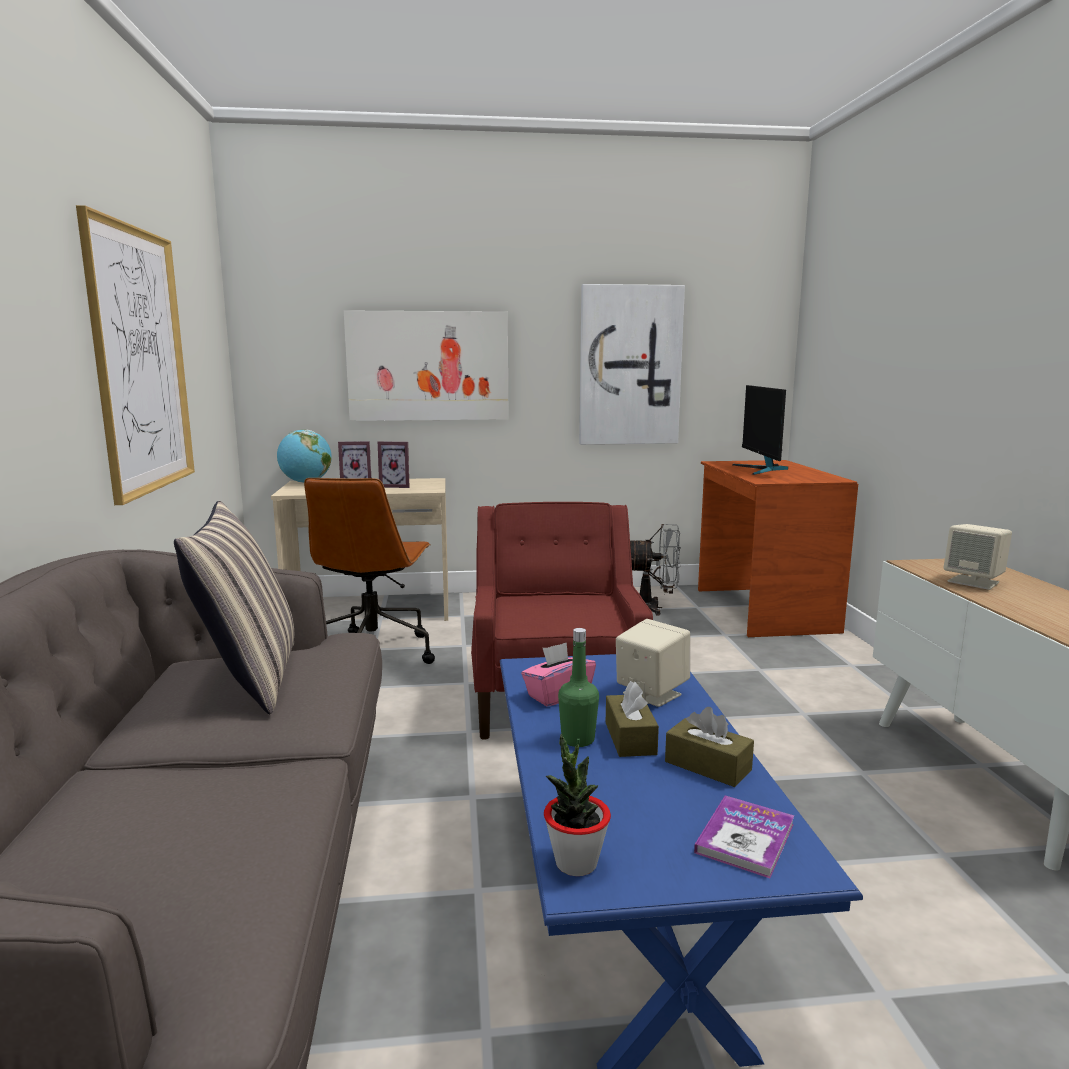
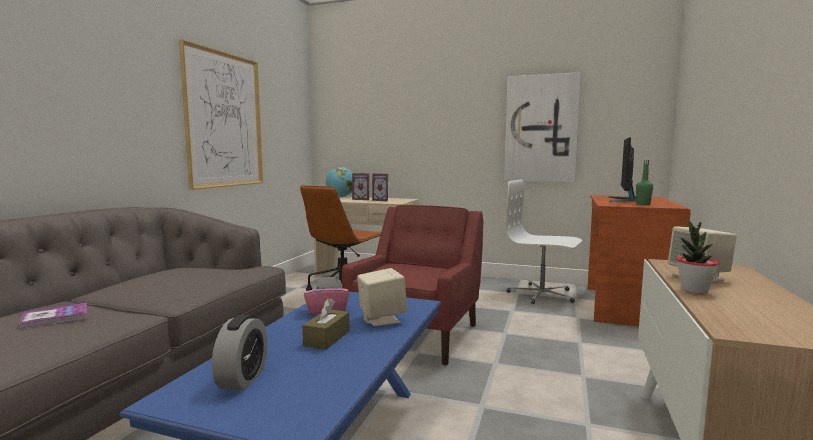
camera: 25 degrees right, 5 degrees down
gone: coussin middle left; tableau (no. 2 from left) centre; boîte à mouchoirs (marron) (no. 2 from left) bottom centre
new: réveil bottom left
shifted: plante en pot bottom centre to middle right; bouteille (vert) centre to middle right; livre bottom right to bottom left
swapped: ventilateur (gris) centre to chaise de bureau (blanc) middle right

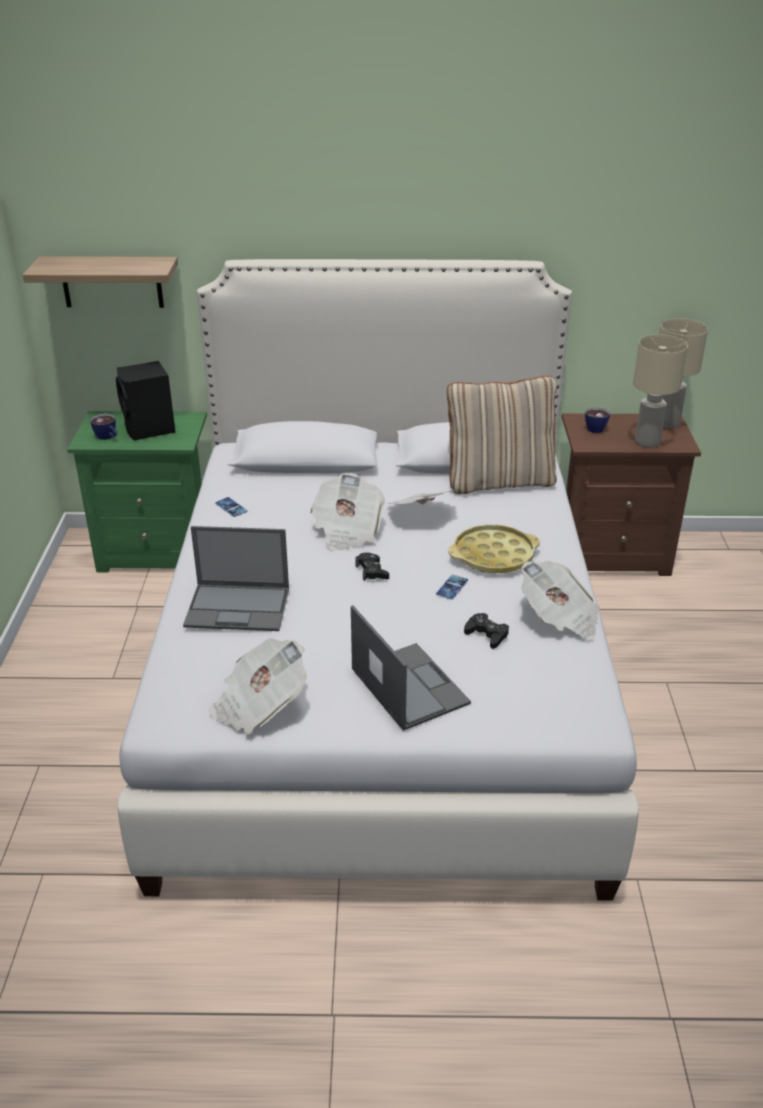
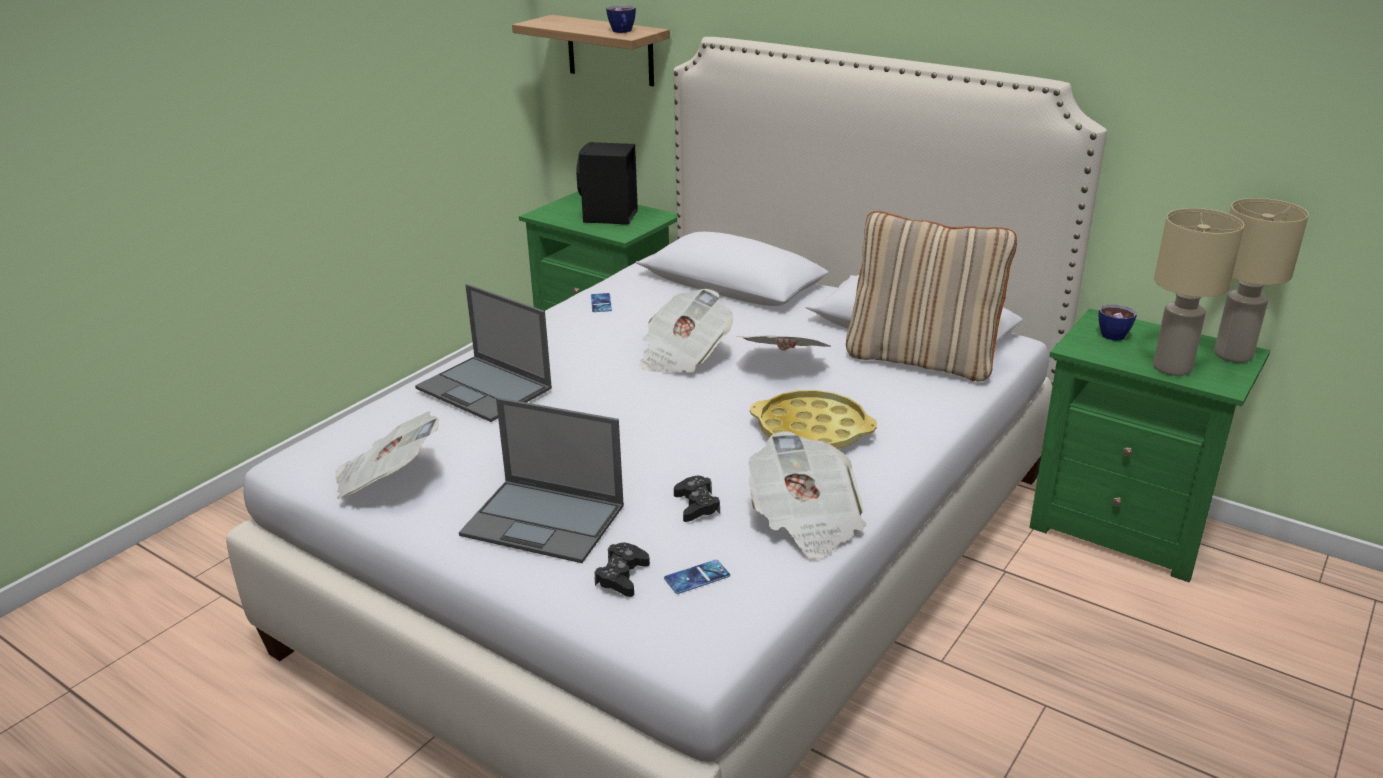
camera: 35 degrees right, 5 degrees down
shifted: tasse (no. 1 from left) middle left to top centre; manette (noir) (no. 1 from left) centre to bottom centre; téléphone (no. 2 from left) centre to bottom centre
repainted: table de chevet (marron) middle right to table de chevet (vert) (no. 2 from left) middle right
rotated: ordinateur portable (no. 2 from left) centre = centre 105 degrees clockwise

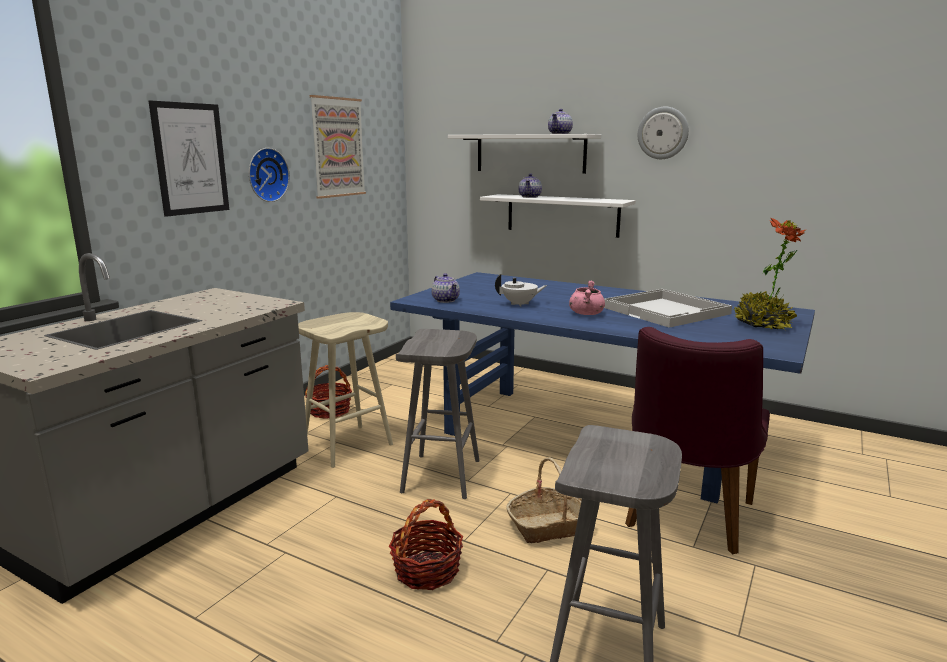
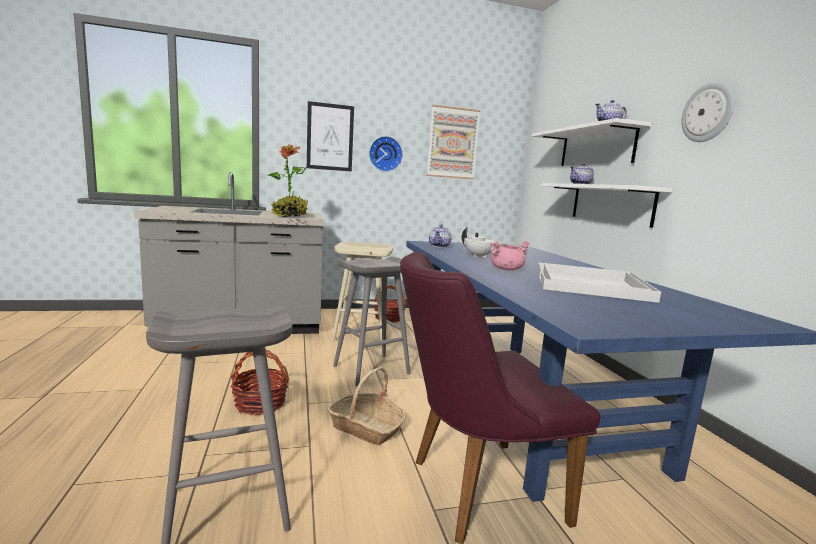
camera: 45 degrees right, 5 degrees down
shifted: plante en pot middle right to top centre

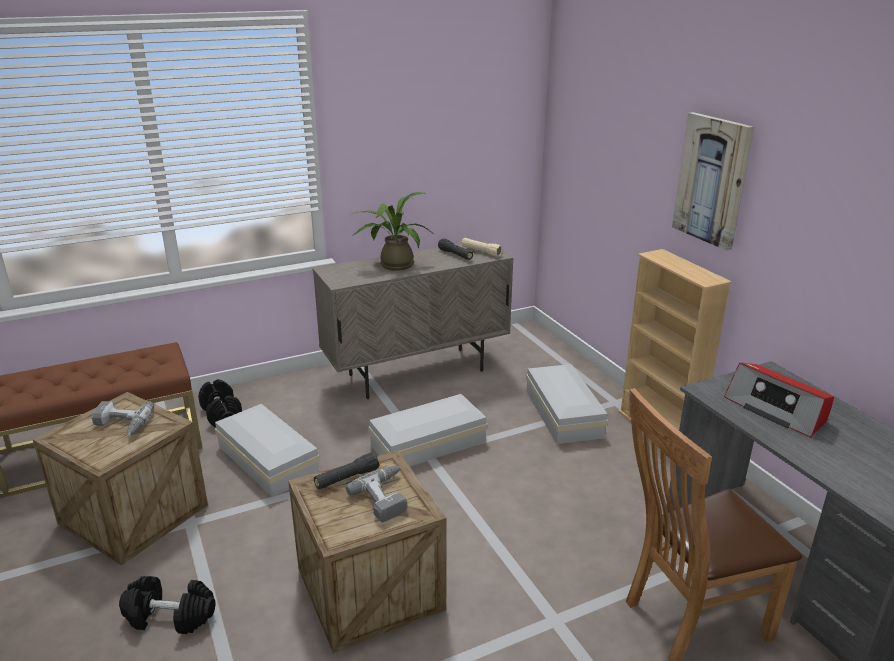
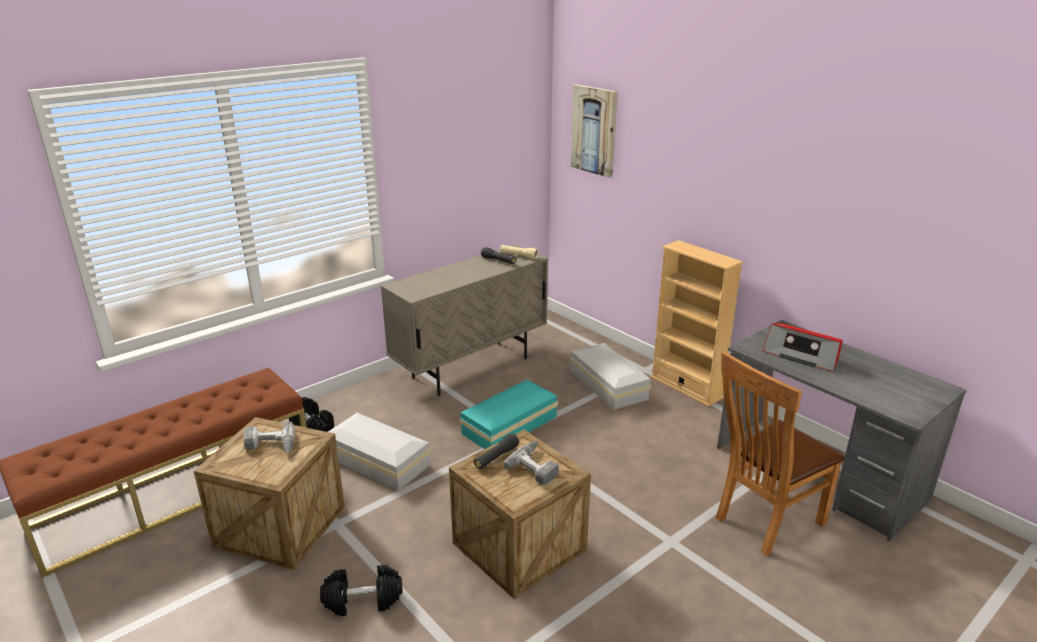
camera: 15 degrees left, 0 degrees up
gone: plante en pot centre
shifted: tableau top right to top centre
repainted: boîte de rangement (blanc) (no. 2 from left) centre to boîte de rangement (turquoise) centre

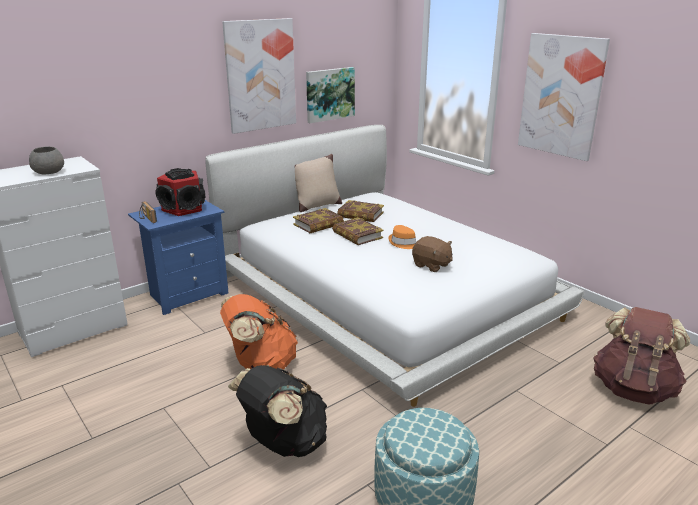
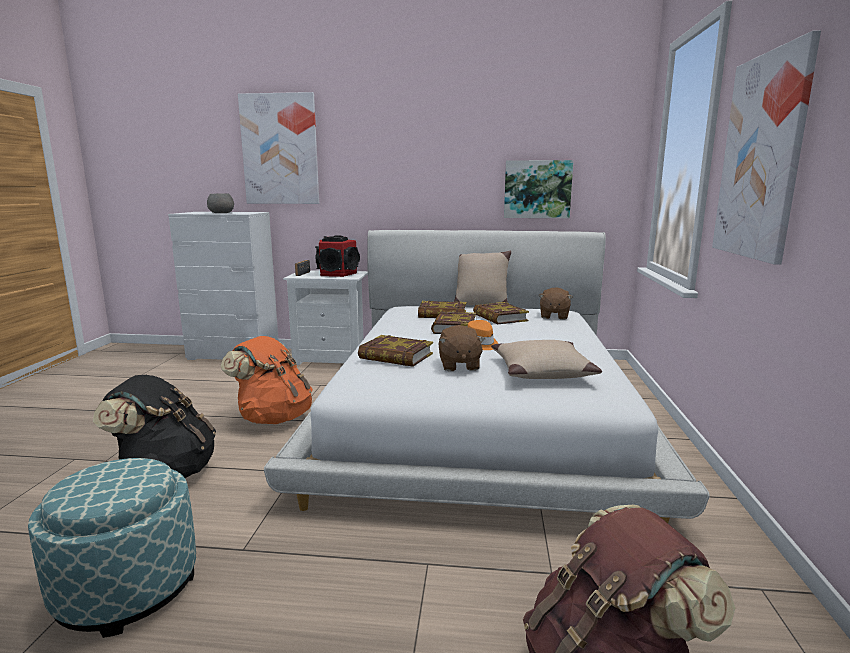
camera: 45 degrees right, 10 degrees down
new: livre (no. 1 from left) centre; coussin (beige) (no. 2 from left) centre; peluche (marron) (no. 2 from left) centre
shifted: tableau (no. 1 from left) top centre to top left
repainted: table de chevet (bleu) middle left to table de chevet (blanc) centre

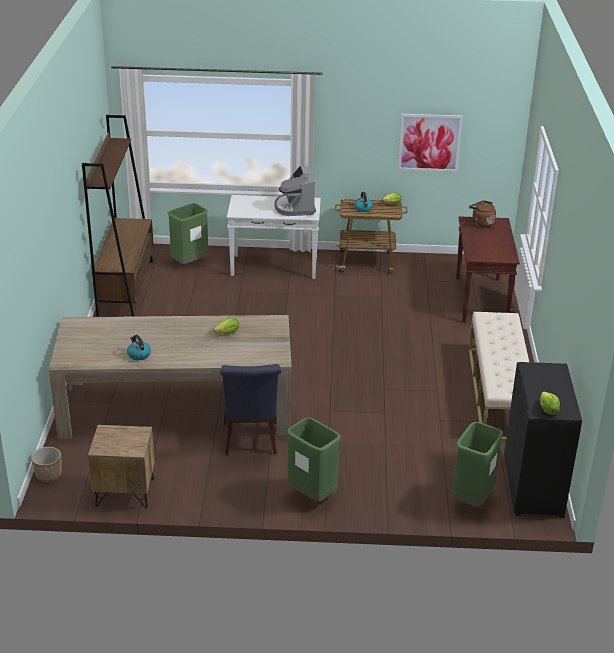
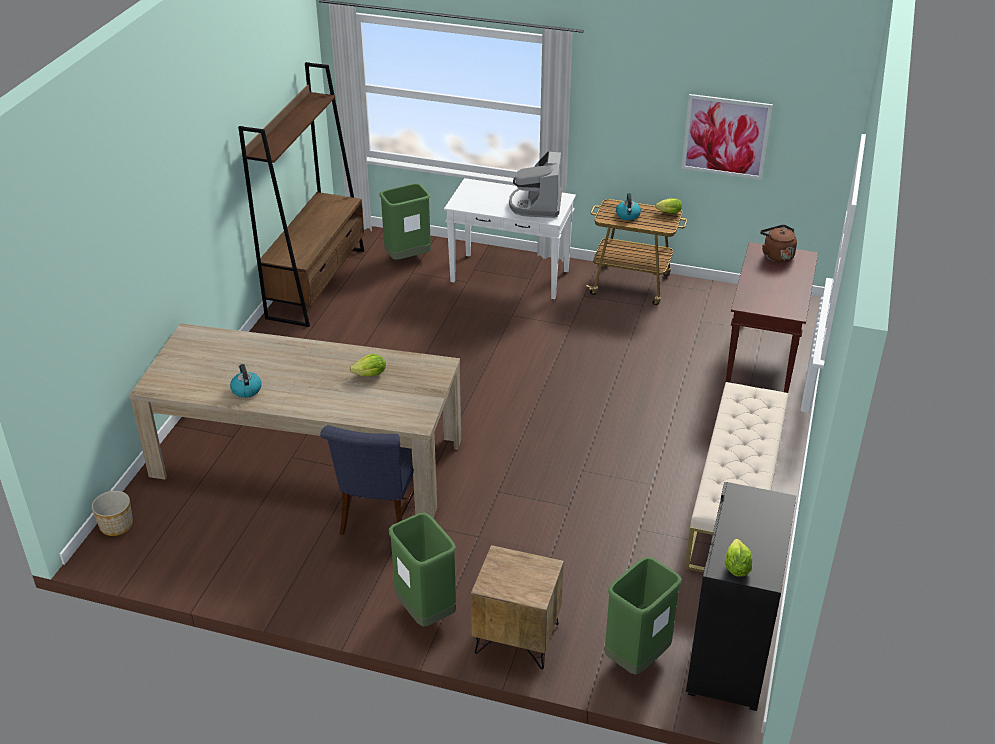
camera: 15 degrees right, 5 degrees up
shifted: table de chevet (marron) bottom left to bottom centre

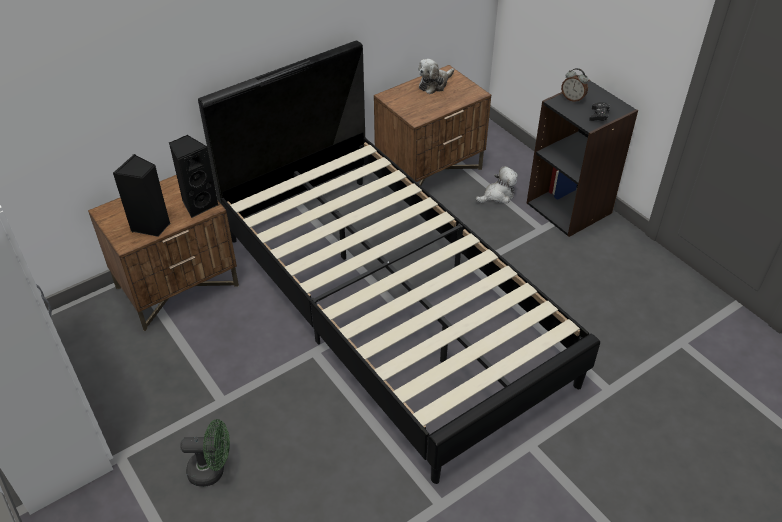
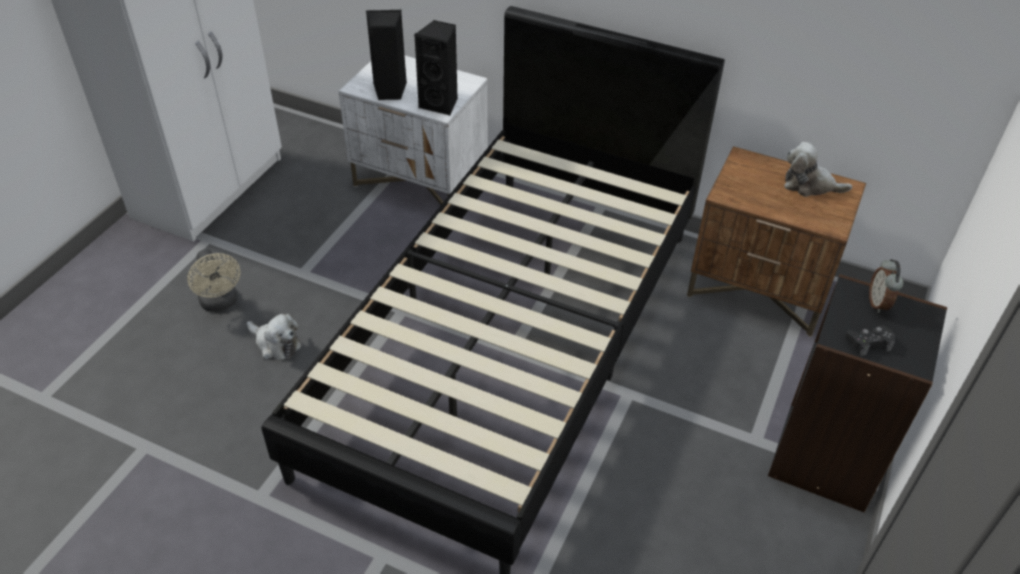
camera: 60 degrees right, 0 degrees up
shifted: peluche (no. 2 from left in the first image) centre to peluche (no. 1 from left) middle left
repainted: table de chevet (marron) (no. 1 from left) middle left to table de chevet (blanc) top centre; ventilateur (vert) bottom left to ventilateur (beige) middle left

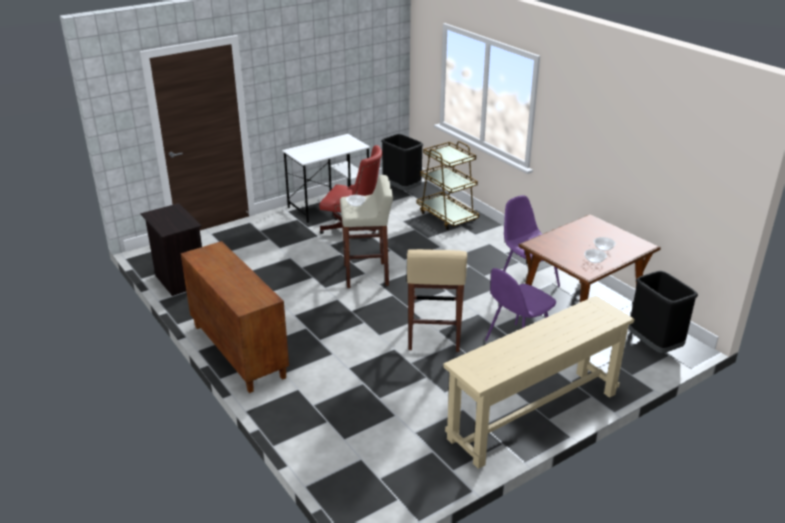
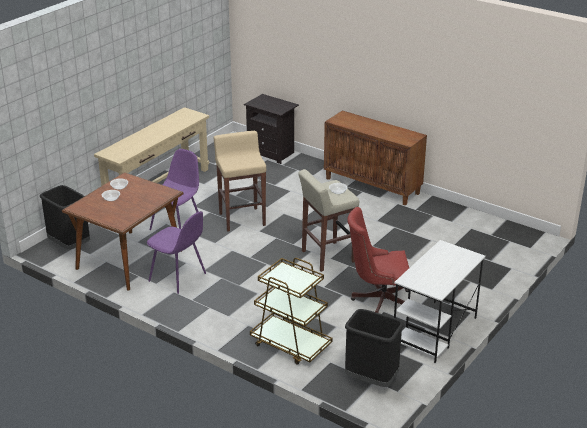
camera: 160 degrees right, 0 degrees up
shifted: table de chevet (noir) middle left to top centre

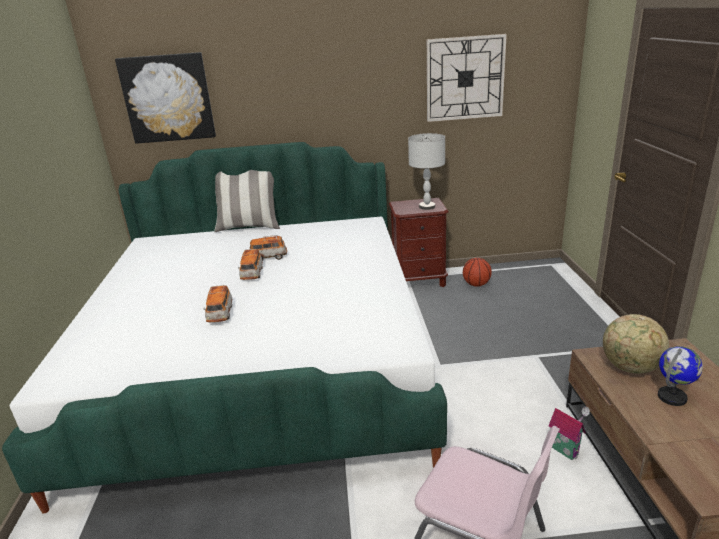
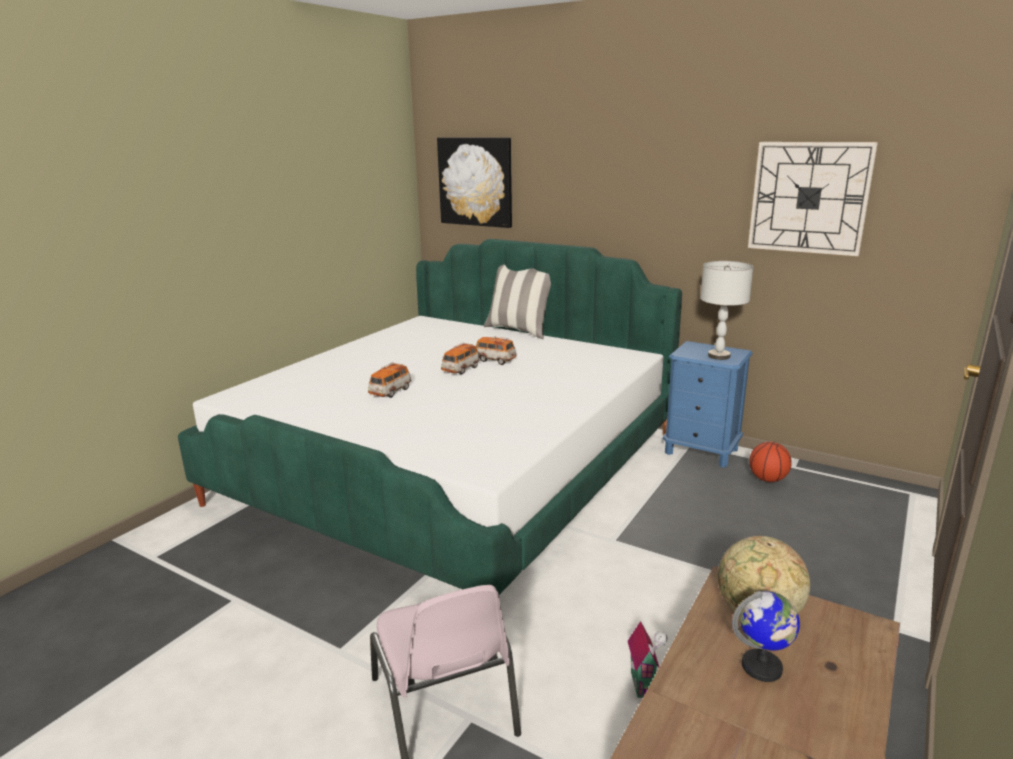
camera: 35 degrees right, 5 degrees down
repainted: table de chevet (marron) centre to table de chevet (bleu) middle right

